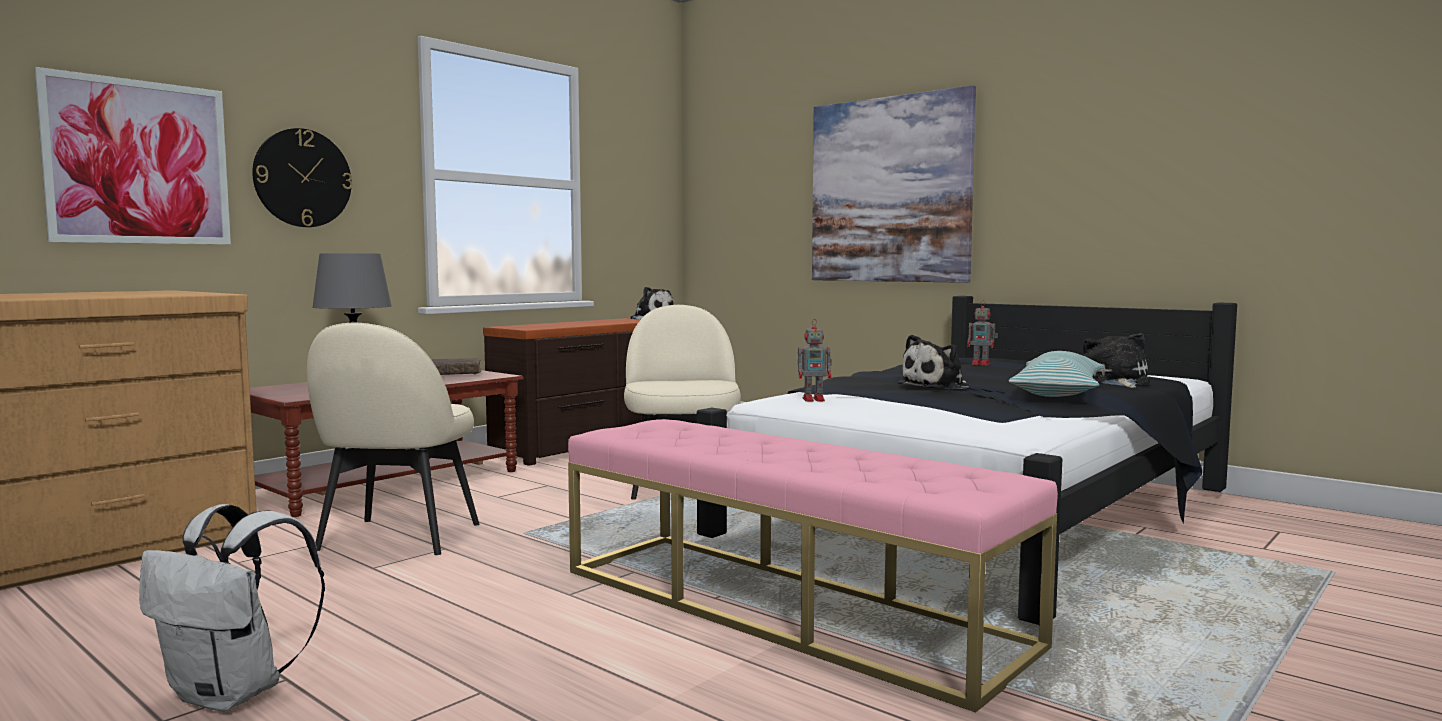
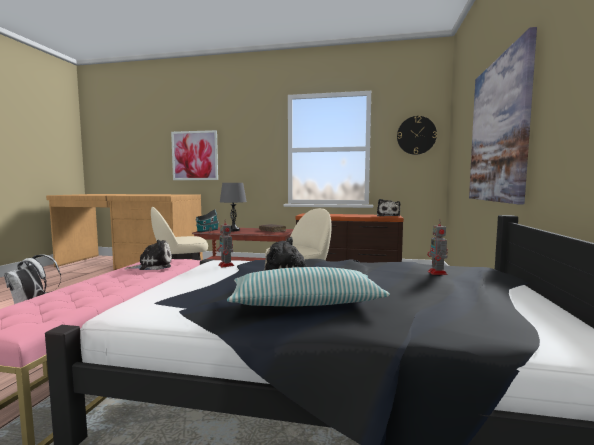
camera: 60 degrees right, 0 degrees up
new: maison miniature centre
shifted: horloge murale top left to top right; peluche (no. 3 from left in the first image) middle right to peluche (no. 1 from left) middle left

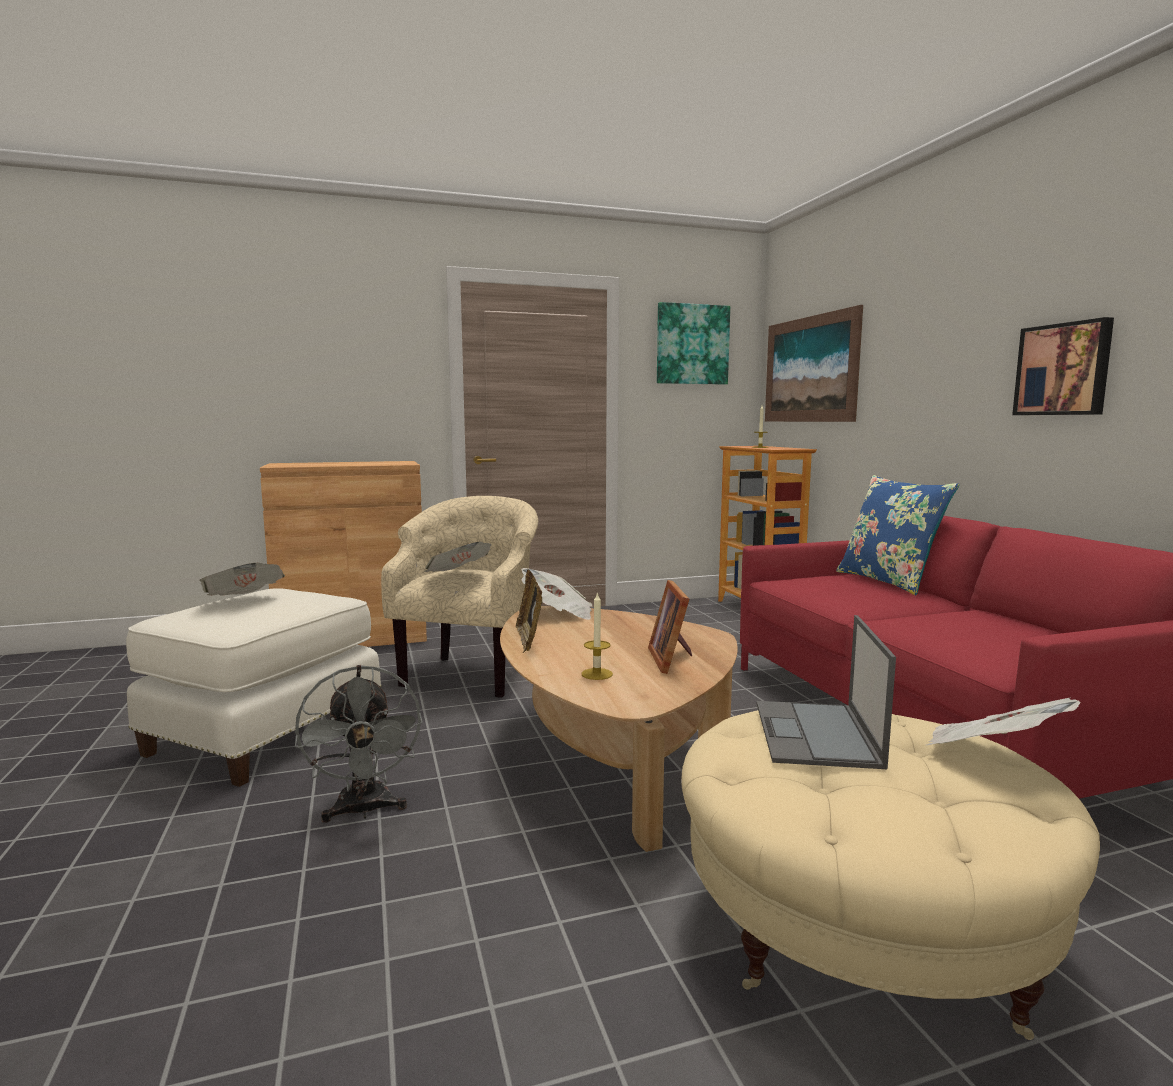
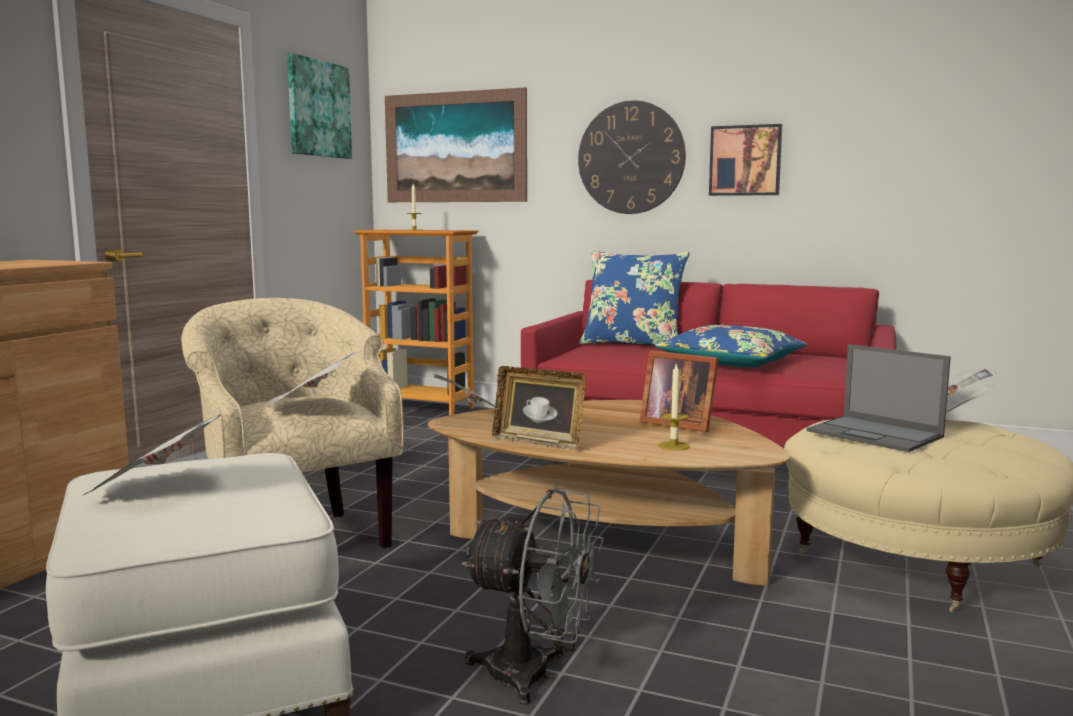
camera: 50 degrees left, 0 degrees up
new: horloge murale top centre; coussin (bleu) (no. 2 from left) middle right

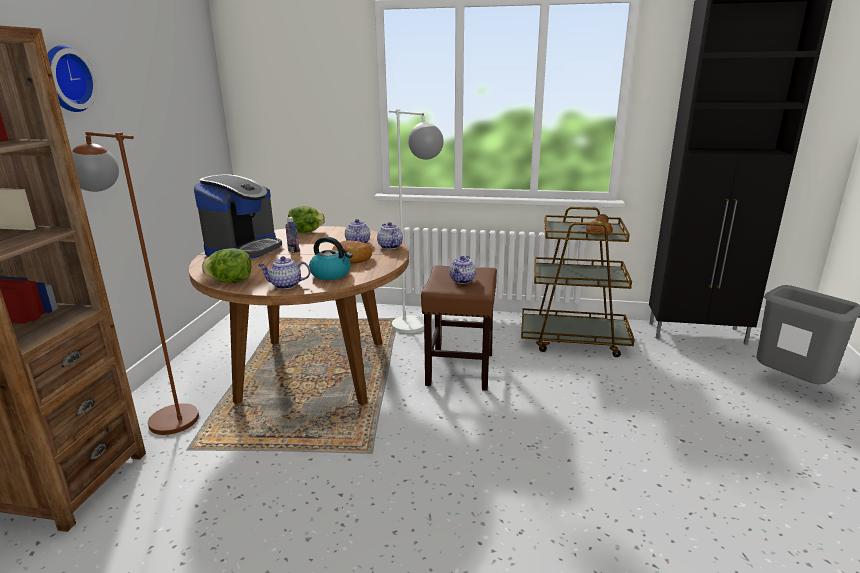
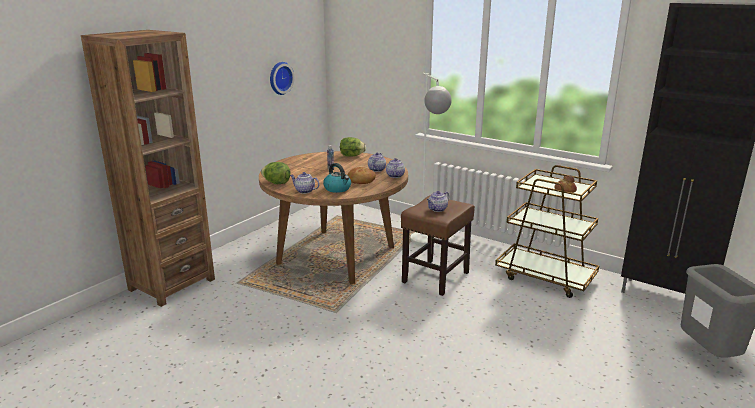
camera: 25 degrees right, 0 degrees up
gone: lampadaire (marron) middle left; machine à café middle left
shifted: horloge murale top left to top centre

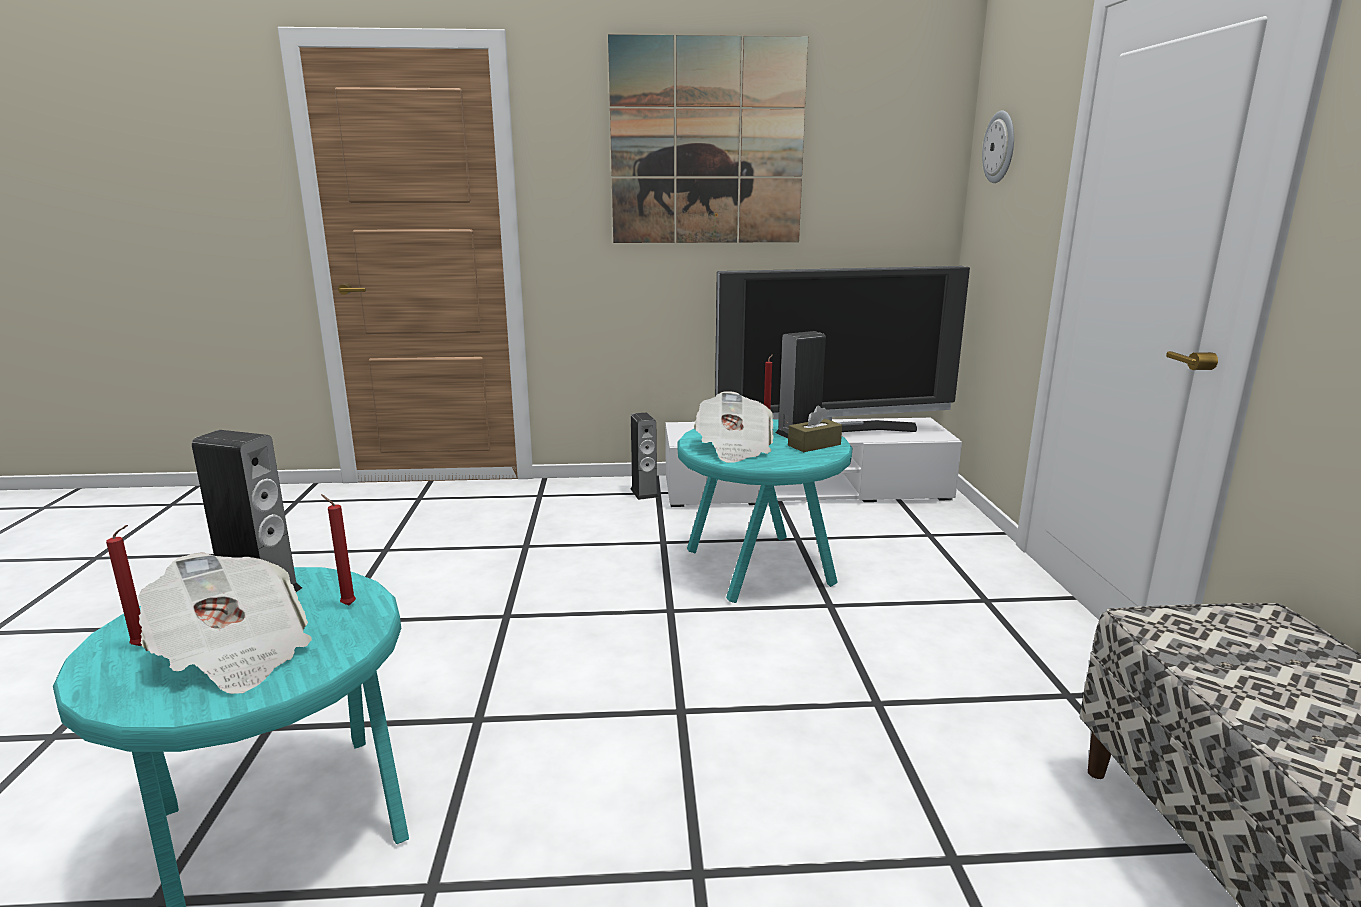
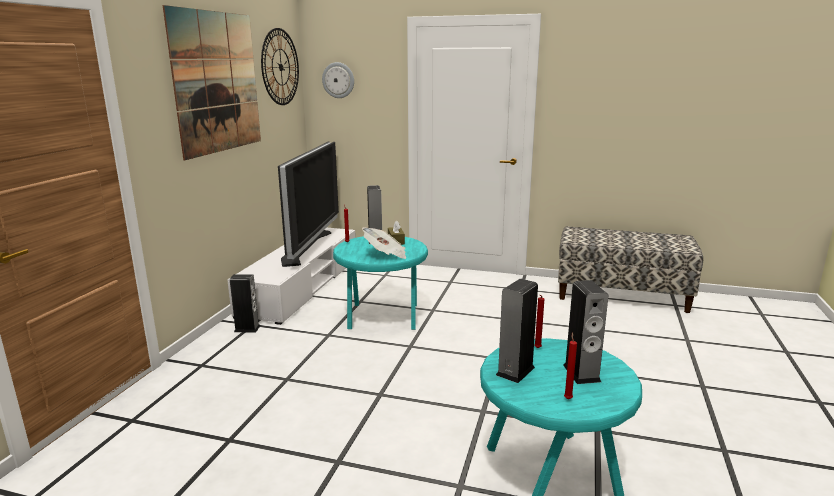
camera: 70 degrees left, 0 degrees up
new: horloge murale (no. 1 from left) top centre
swapped: journal (no. 1 from left) bottom left to enceinte (no. 4 from left) bottom right

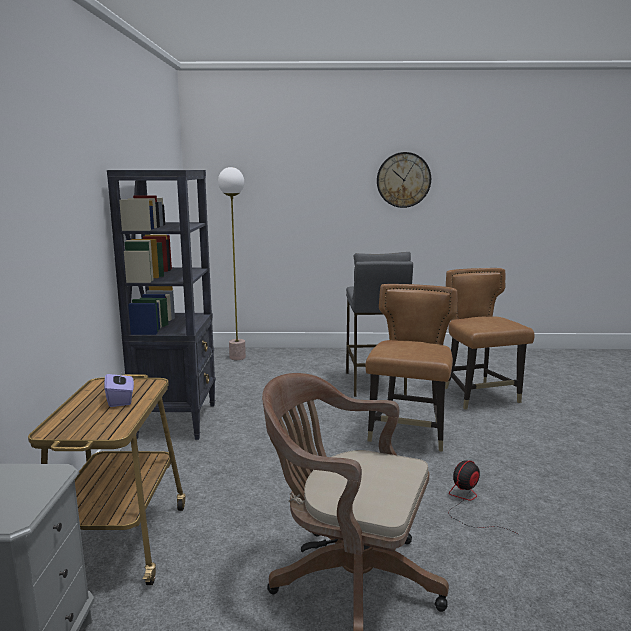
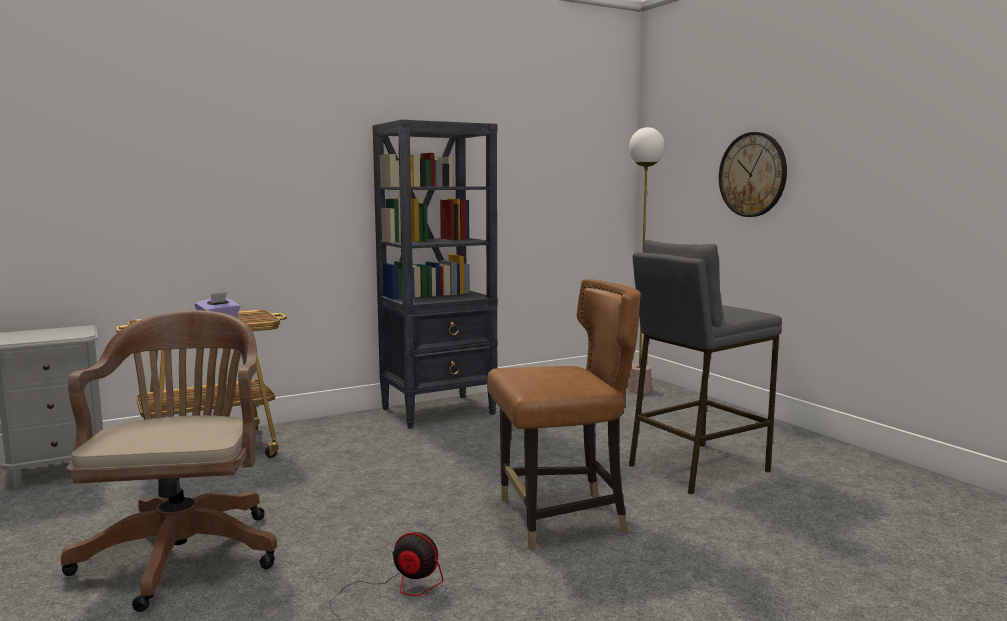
camera: 60 degrees right, 5 degrees down
gone: chaise (marron) (no. 2 from left) middle right
shifted: horloge murale top centre to top right

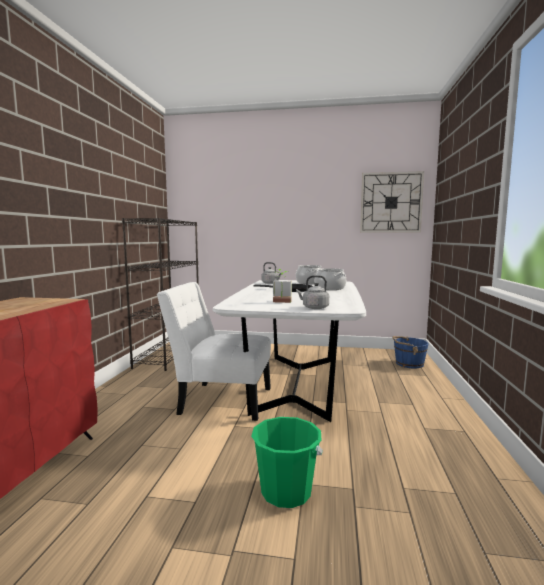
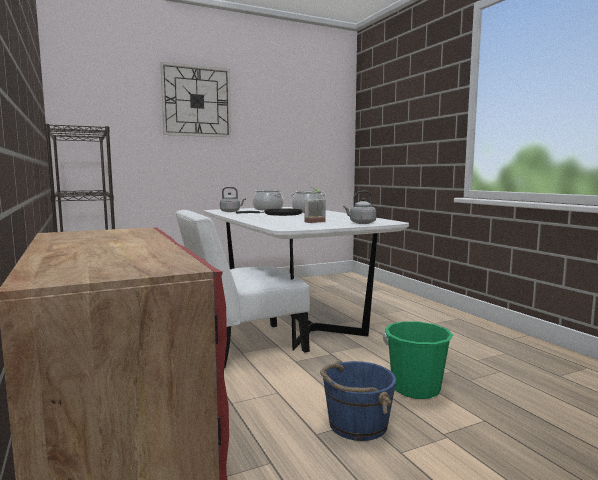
camera: 35 degrees left, 0 degrees up
shifted: horloge murale middle right to top left; seau (bleu) middle right to bottom centre

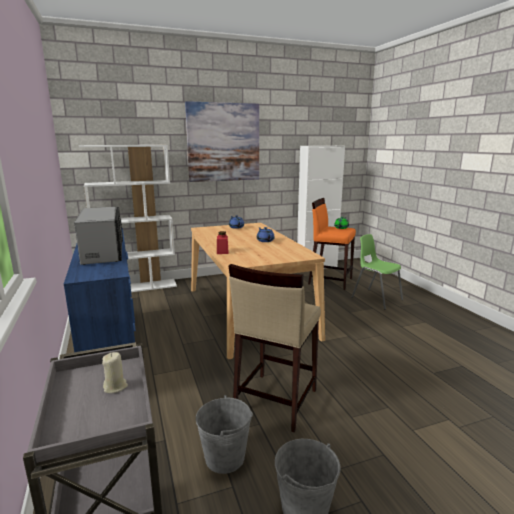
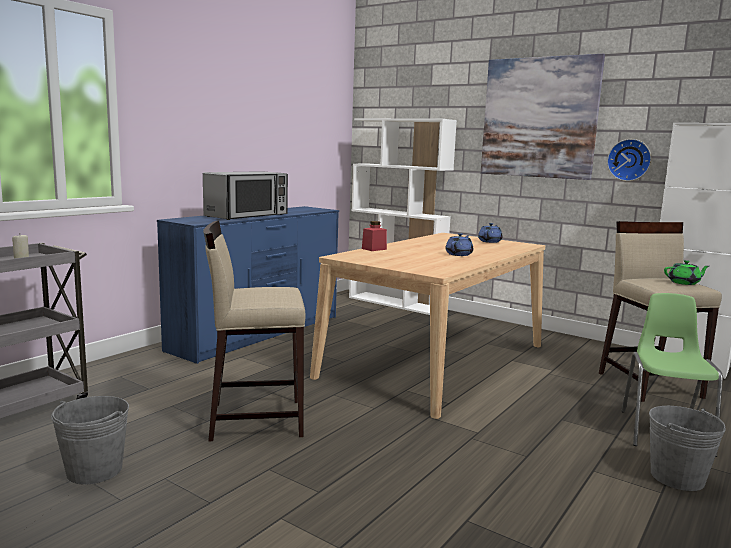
camera: 55 degrees right, 5 degrees down
new: horloge murale top right
shifted: seau (gris) (no. 1 from left in the first image) bottom centre to seau (gris) (no. 2 from left) bottom right
repainted: tabouret (orange) centre to tabouret (beige) (no. 2 from left) middle right

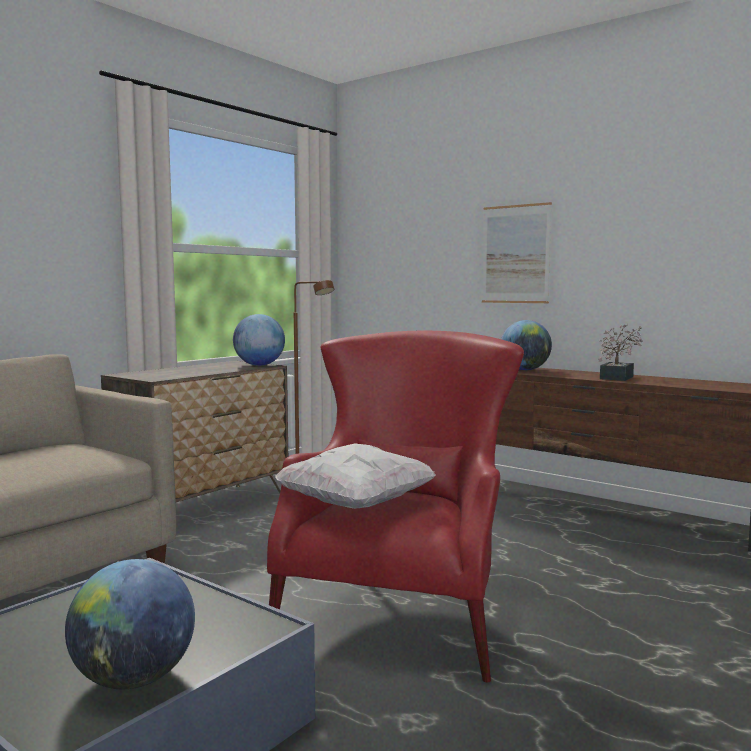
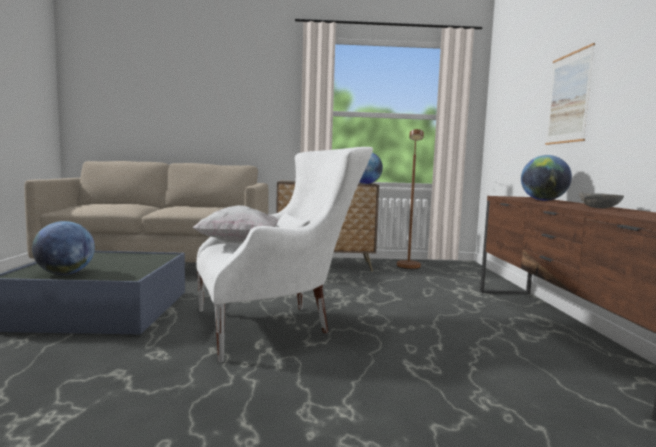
camera: 50 degrees right, 0 degrees up
swapped: plante en pot middle right to bol (gris) middle right
repainted: fauteuil (rouge) bottom centre to fauteuil (blanc) centre

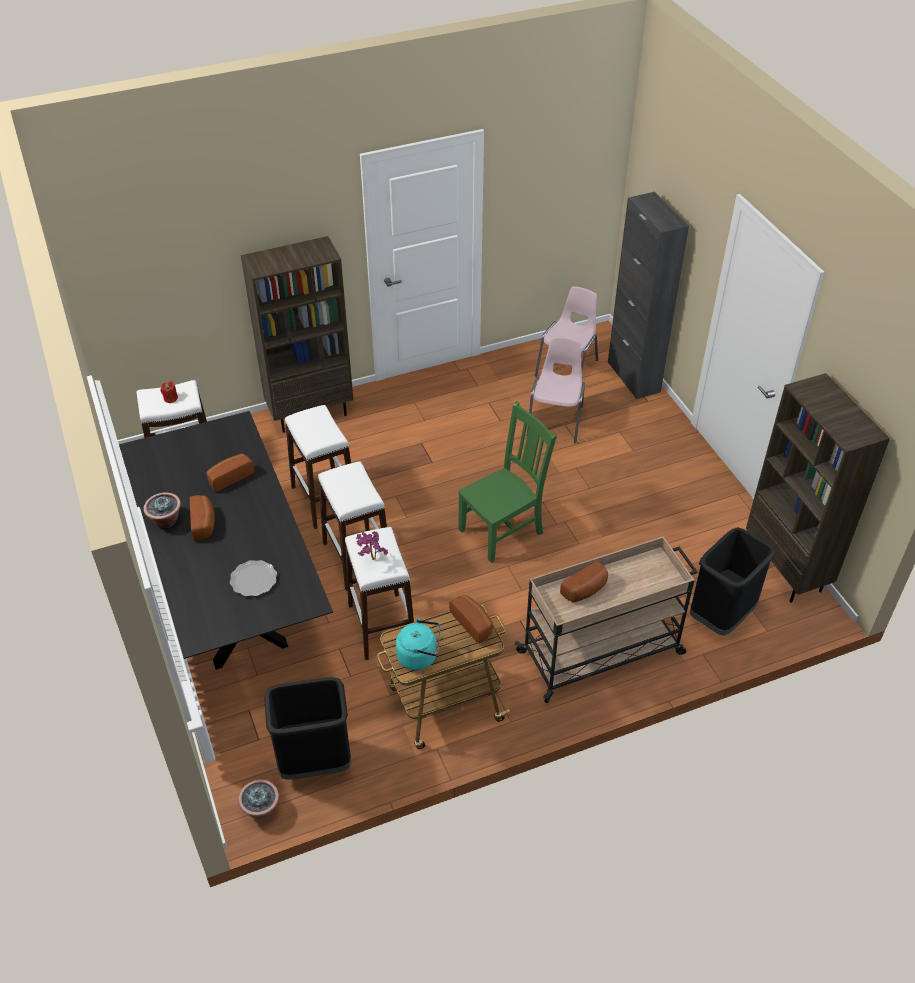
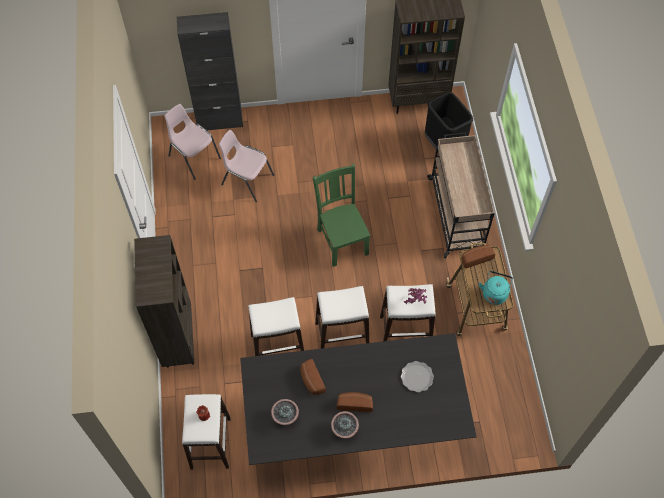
camera: 75 degrees left, 15 degrees up
gone: poubelle (noir) (no. 1 from left) bottom centre; pain (no. 4 from left) centre
shifted: plante en pot (no. 2 from left in the first image) bottom left to plante en pot (no. 1 from left) bottom centre

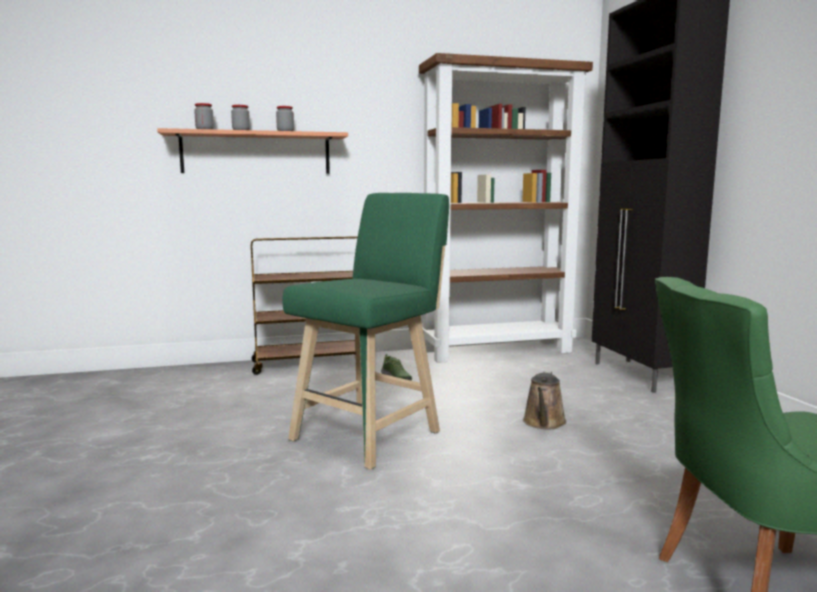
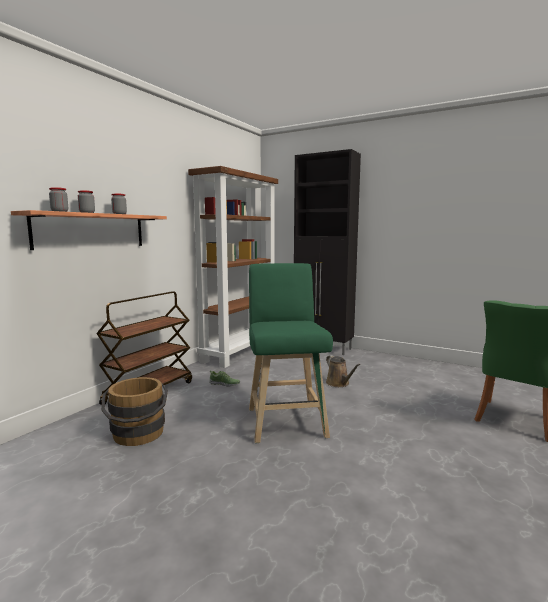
camera: 45 degrees left, 0 degrees up
new: seau (marron) bottom left

